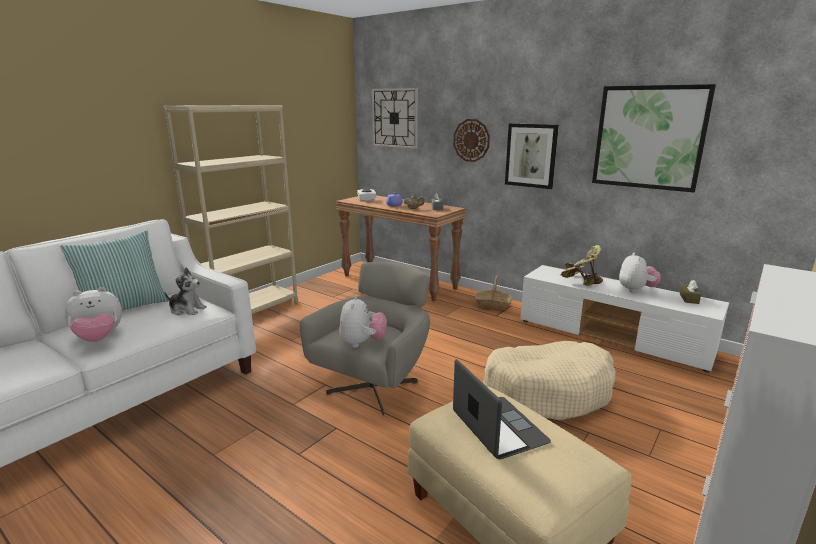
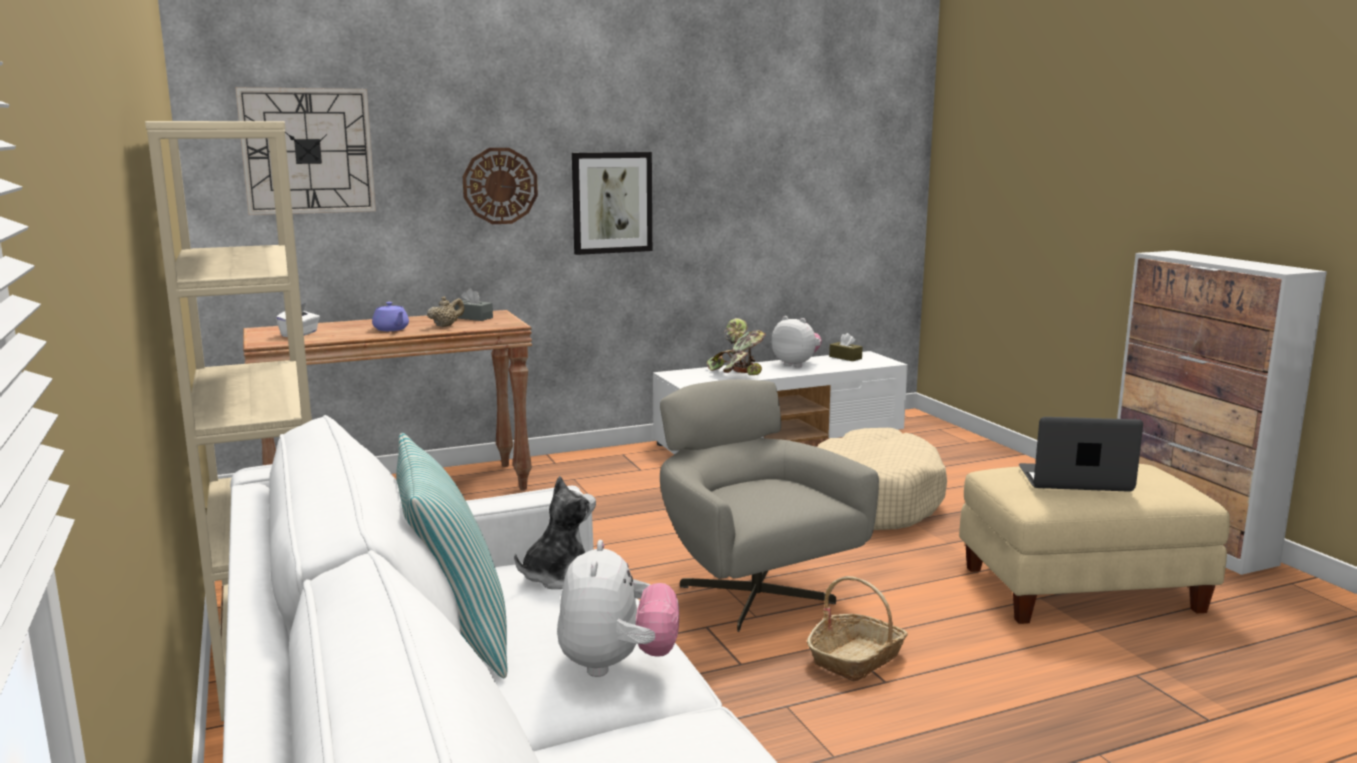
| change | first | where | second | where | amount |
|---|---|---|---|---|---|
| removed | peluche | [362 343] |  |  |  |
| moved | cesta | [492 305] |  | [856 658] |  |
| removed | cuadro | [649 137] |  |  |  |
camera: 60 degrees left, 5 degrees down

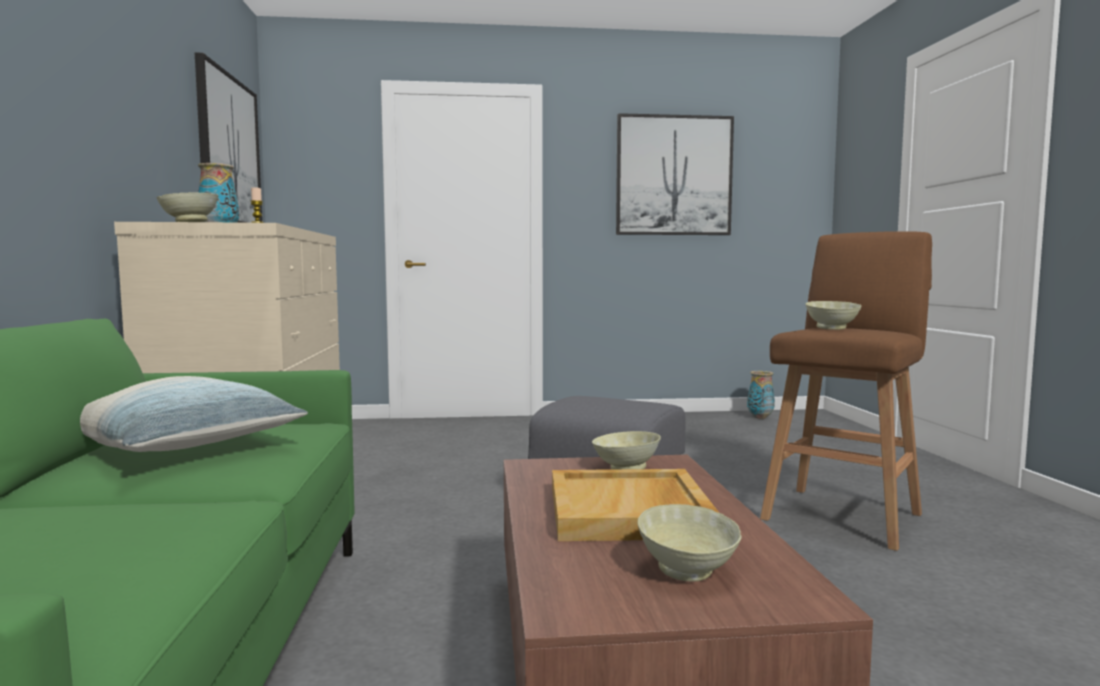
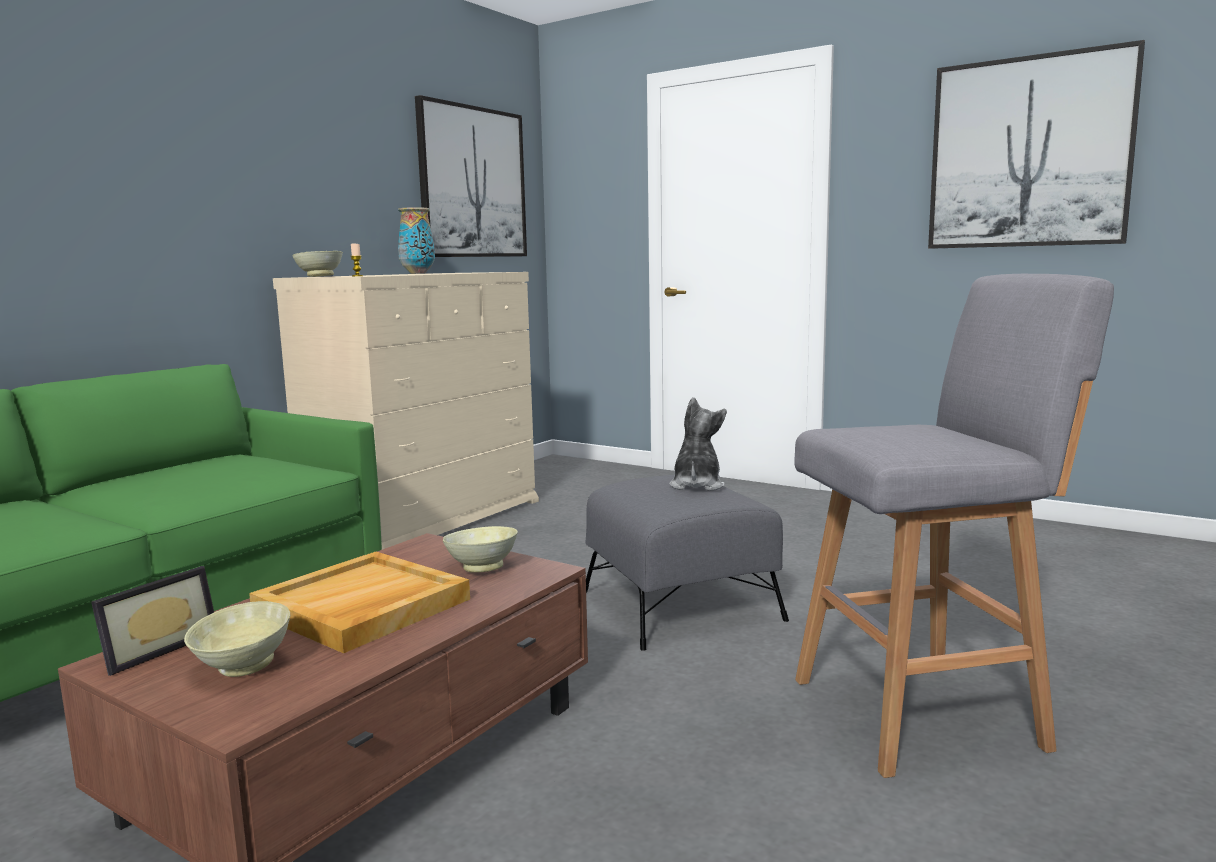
| change | first | where | second | where | amount |
|---|---|---|---|---|---|
| removed | cojín | [189 448] |  |  |  |
| removed | florero | [760 417] |  |  |  |
| recoloured | taburete (marrón) | [843 515] | taburete (gris) | [923 712] |  |
| removed | cuenco (beis) | [831 328] |  |  |  |
| added |  |  | portarretratos | [156 649] |  |
| added |  |  | peluche | [696 485] |  |
camera: 40 degrees right, 5 degrees up

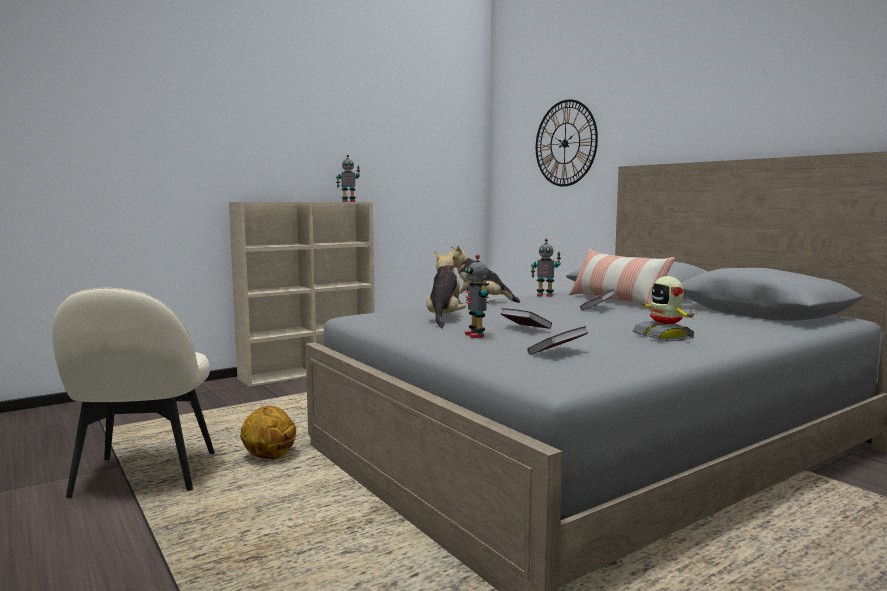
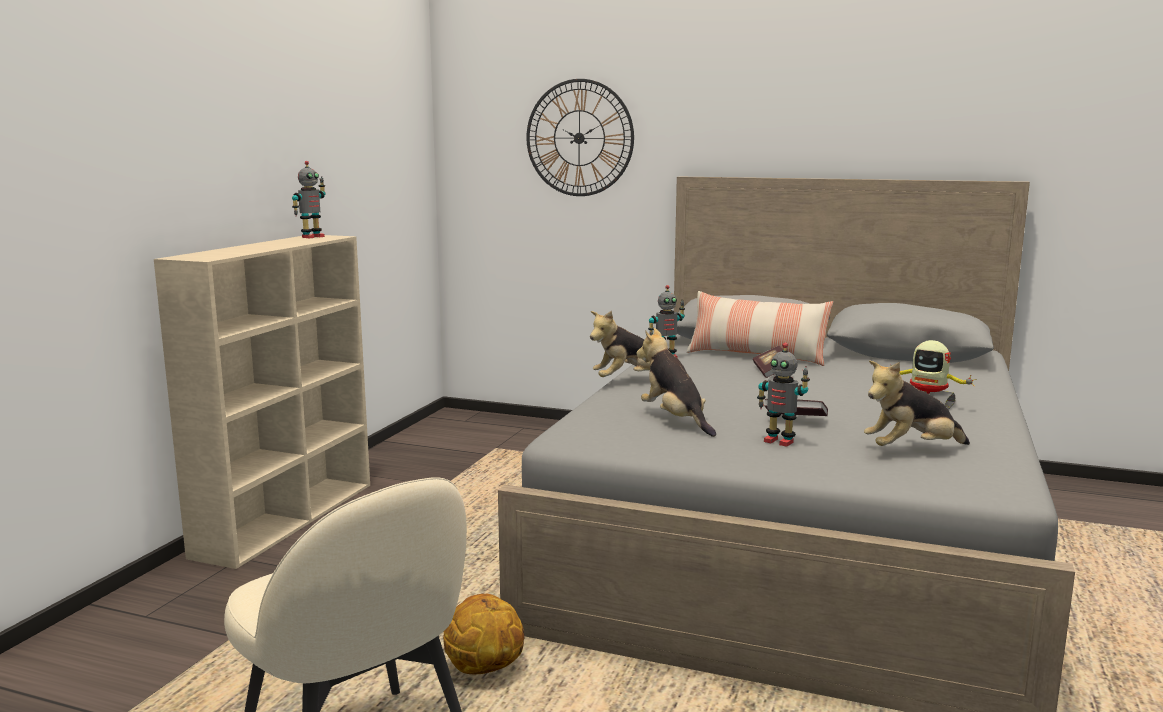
| change | first | where | second | where | amount |
|---|---|---|---|---|---|
| replaced | libro | [557 353] | peluche | [911 450] |  |
camera: 35 degrees left, 5 degrees up

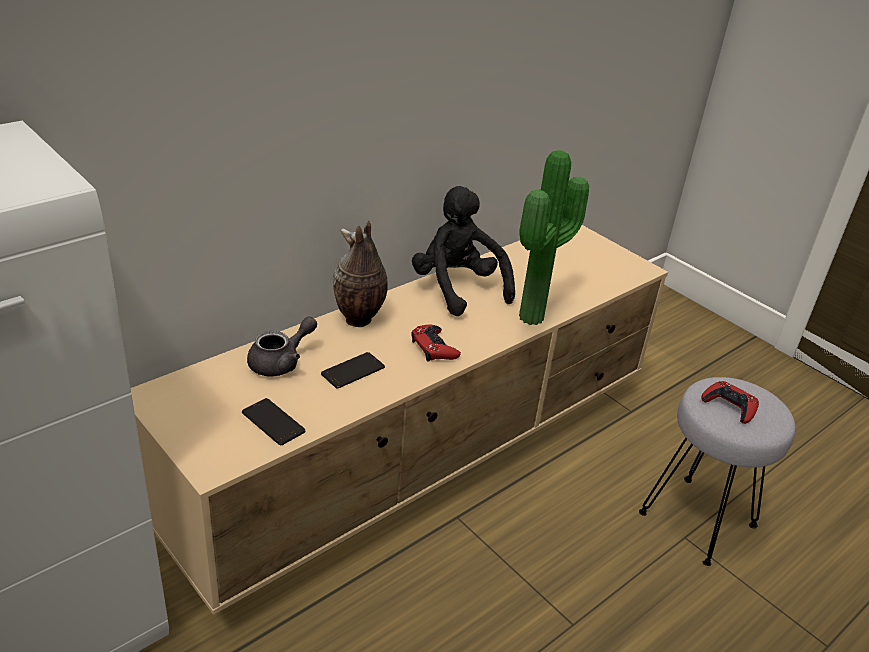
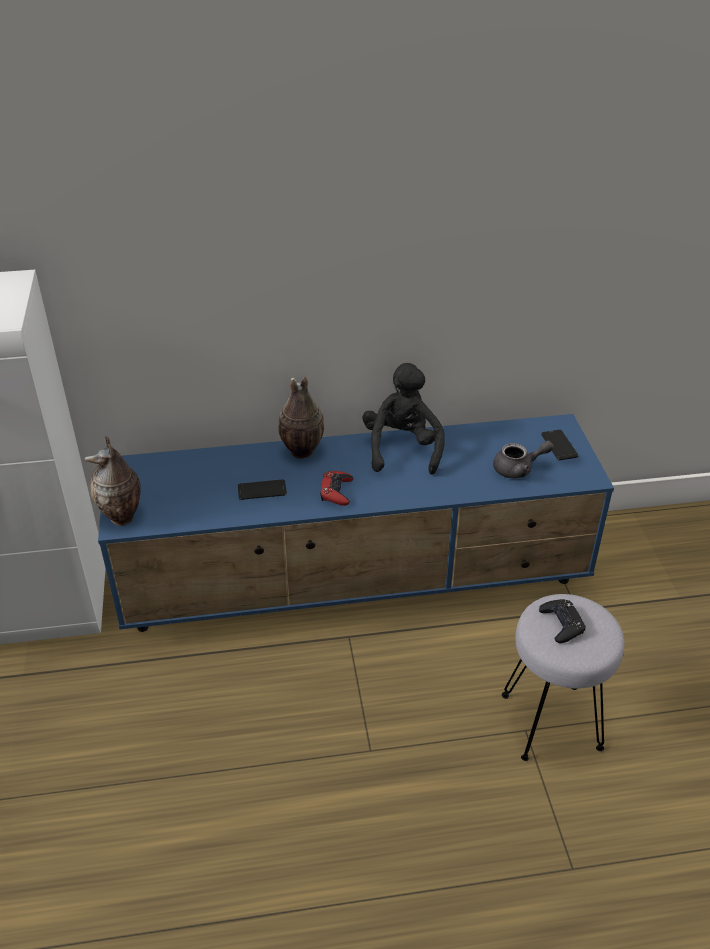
| change | first | where | second | where | amount |
|---|---|---|---|---|---|
| recoloured | mueble de televisión (beis) | [423 461] | mueble de televisión (azul) | [357 585] |  |
| moved | móvil | [273 422] |  | [559 445] |  |
| moved | tetera (gris) | [281 362] |  | [519 469] |  |
| removed | planta en maceta | [536 319] |  |  |  |
| recoloured | mando de consola (rojo) | [729 406] | mando de consola (negro) | [561 624] |  |
| added |  |  | florero | [122 518] |  |
camera: 35 degrees right, 5 degrees up

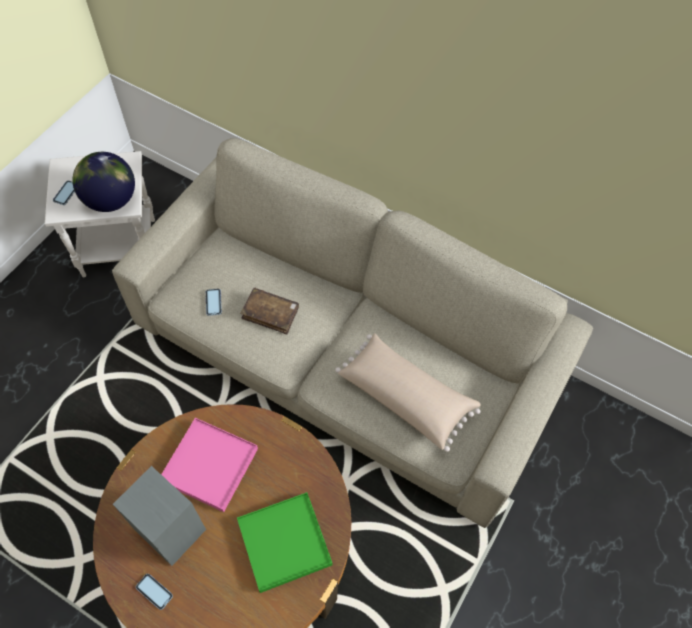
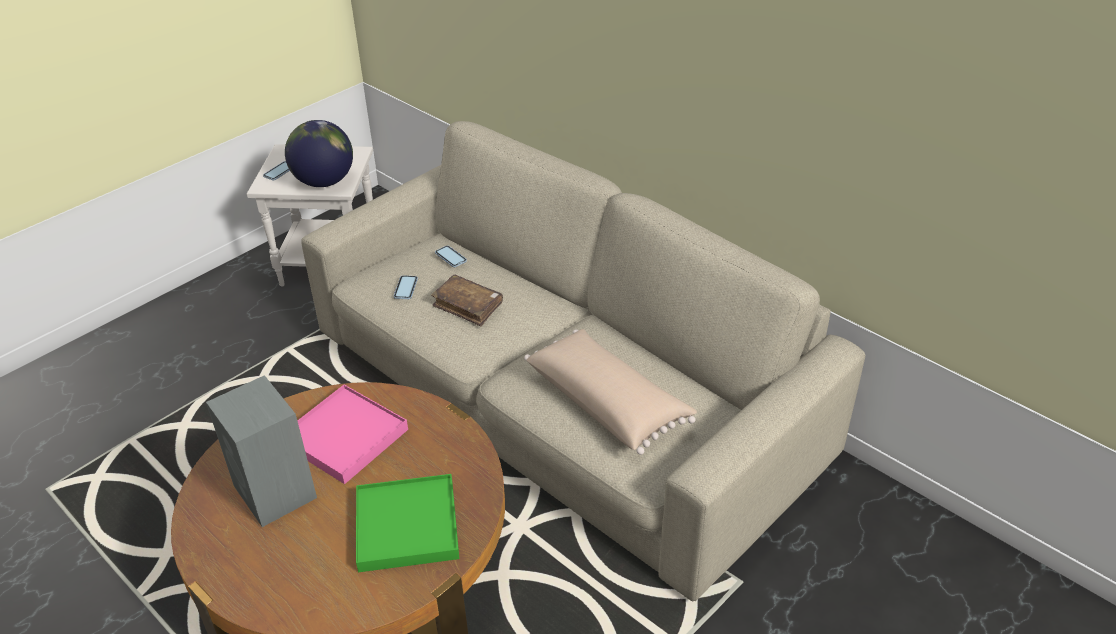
| change | first | where | second | where | amount |
|---|---|---|---|---|---|
| moved | móvil | [154 591] |  | [450 257] |  |
camera: 15 degrees right, 20 degrees down

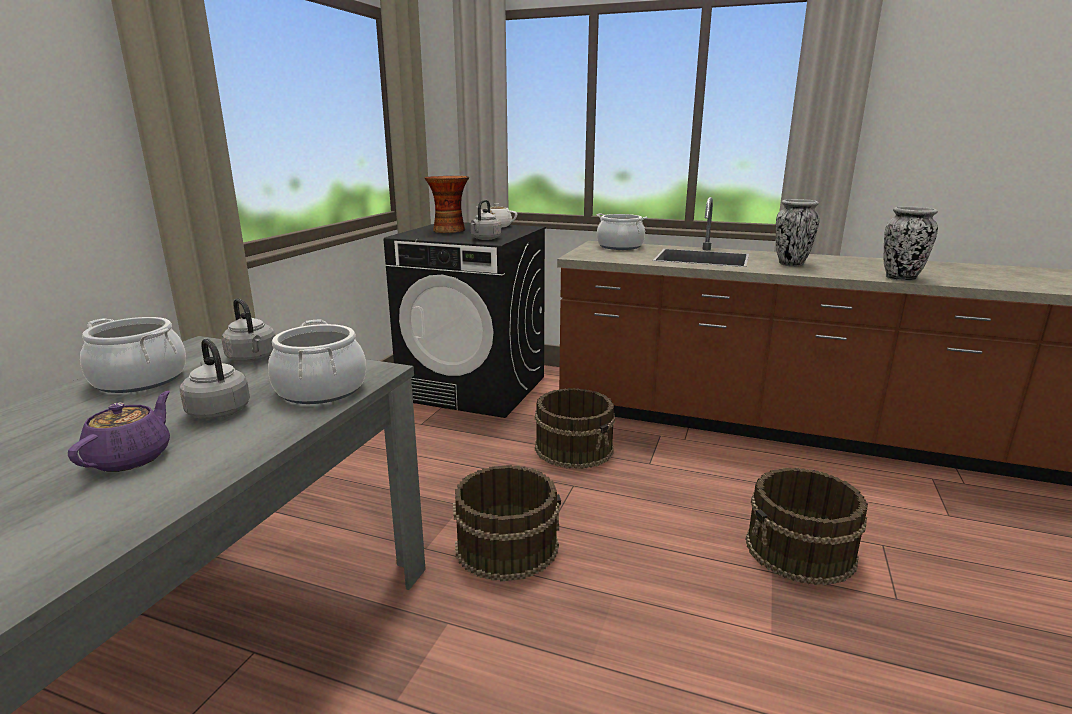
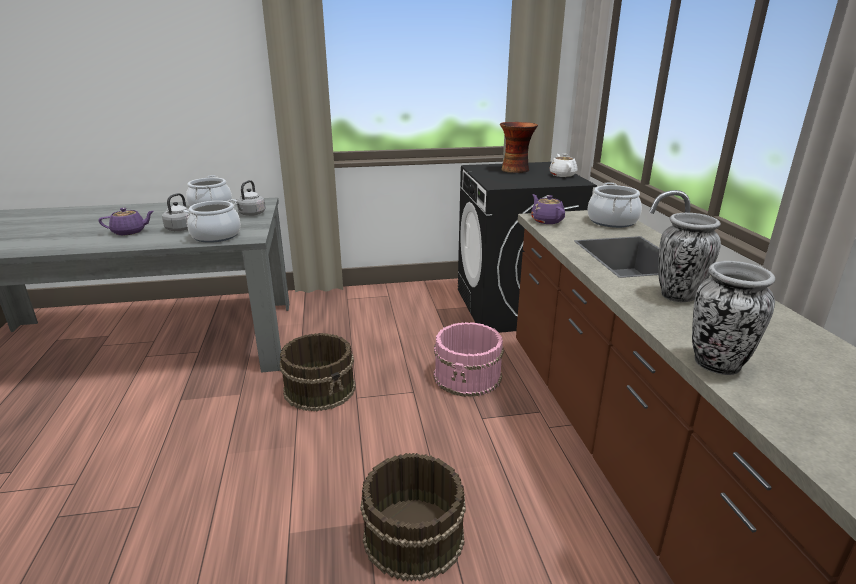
| change | first | where | second | where | amount |
|---|---|---|---|---|---|
| removed | hervidor (gris) | [485 239] |  |  |  |
| recoloured | cubo (marrón) | [574 448] | cubo (rosa) | [468 376] |  |
| added |  |  | tetera (morado) | [546 220] |  |
camera: 60 degrees right, 5 degrees up

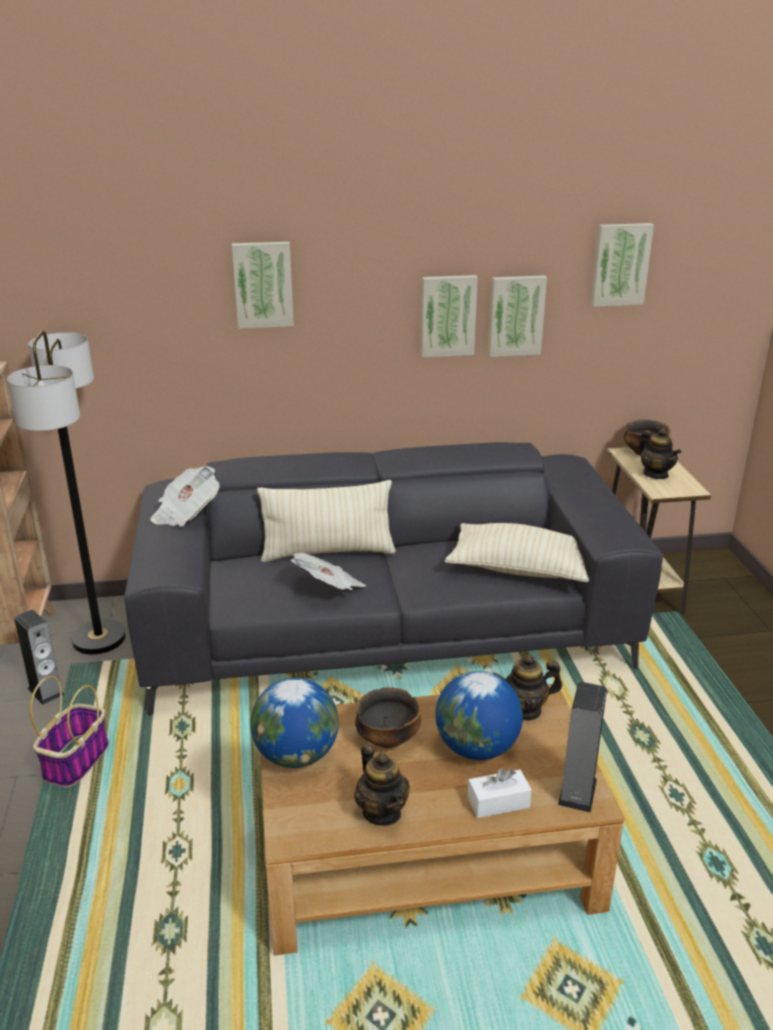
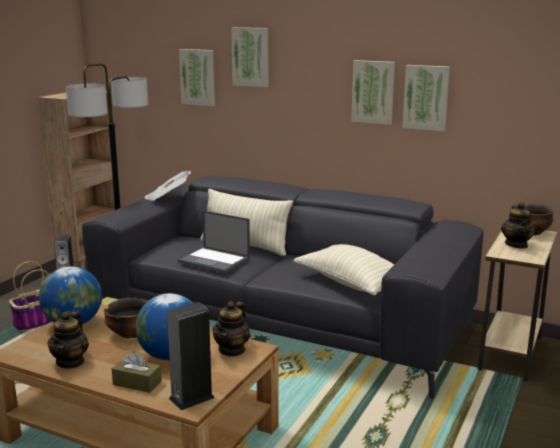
| change | first | where | second | where | amount |
|---|---|---|---|---|---|
| replaced | periódico | [329 588] | portátil | [215 260] |  |
| recoloured | caja de pañuelos (blanco) | [498 802] | caja de pañuelos (marrón) | [137 383] |  |
| turned | tetera | [524 710] |  | [232 350] | 90 degrees counterclockwise |
| moved | cuadro | [620 264] |  | [198 77] |  |
camera: 35 degrees right, 10 degrees down

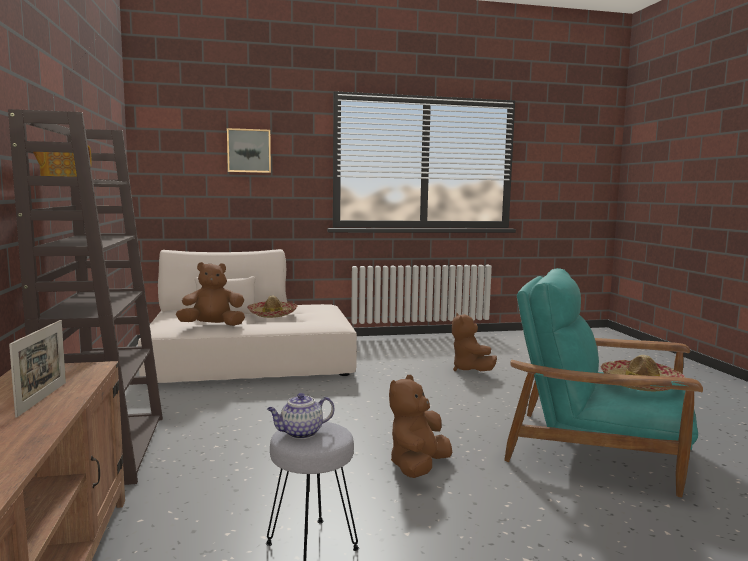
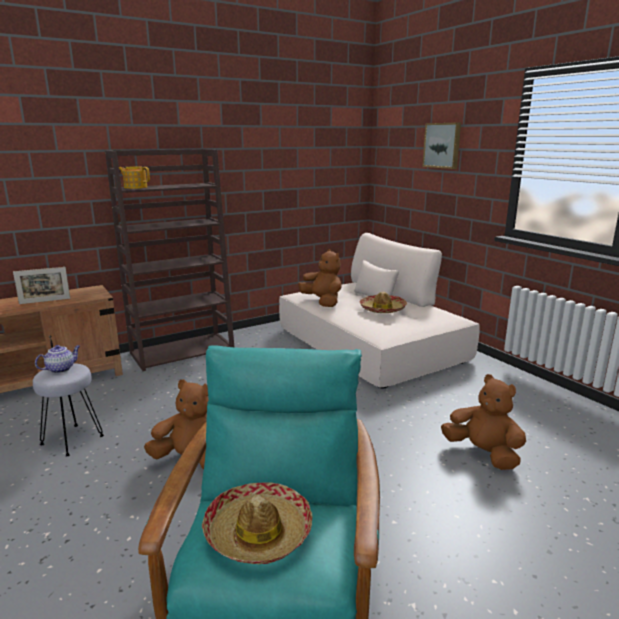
| change | first | where | second | where | amount |
|---|---|---|---|---|---|
| turned | tetera | [300 433] |  | [61 369] | 90 degrees clockwise |
| turned | peluche (marrón) | [470 370] |  | [483 453] | 75 degrees clockwise |
camera: 70 degrees right, 10 degrees up

